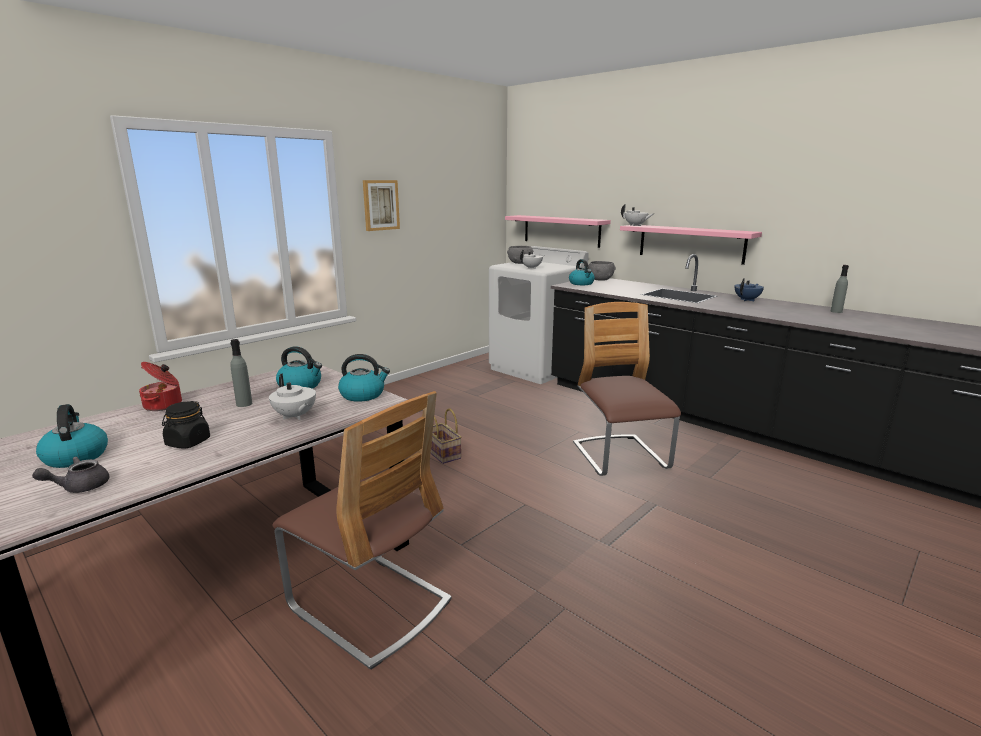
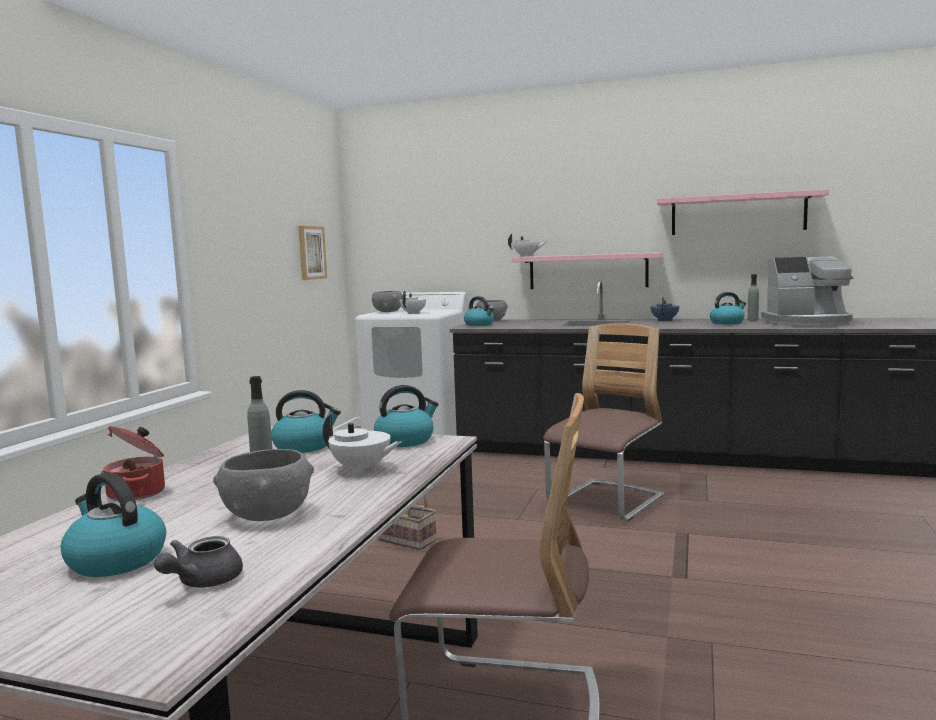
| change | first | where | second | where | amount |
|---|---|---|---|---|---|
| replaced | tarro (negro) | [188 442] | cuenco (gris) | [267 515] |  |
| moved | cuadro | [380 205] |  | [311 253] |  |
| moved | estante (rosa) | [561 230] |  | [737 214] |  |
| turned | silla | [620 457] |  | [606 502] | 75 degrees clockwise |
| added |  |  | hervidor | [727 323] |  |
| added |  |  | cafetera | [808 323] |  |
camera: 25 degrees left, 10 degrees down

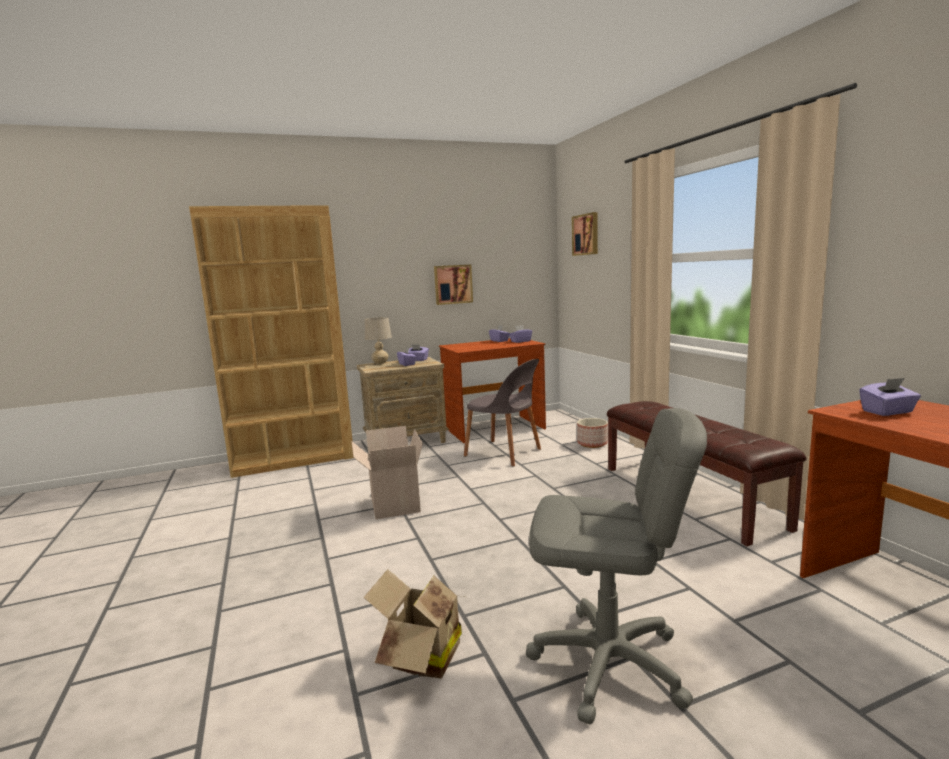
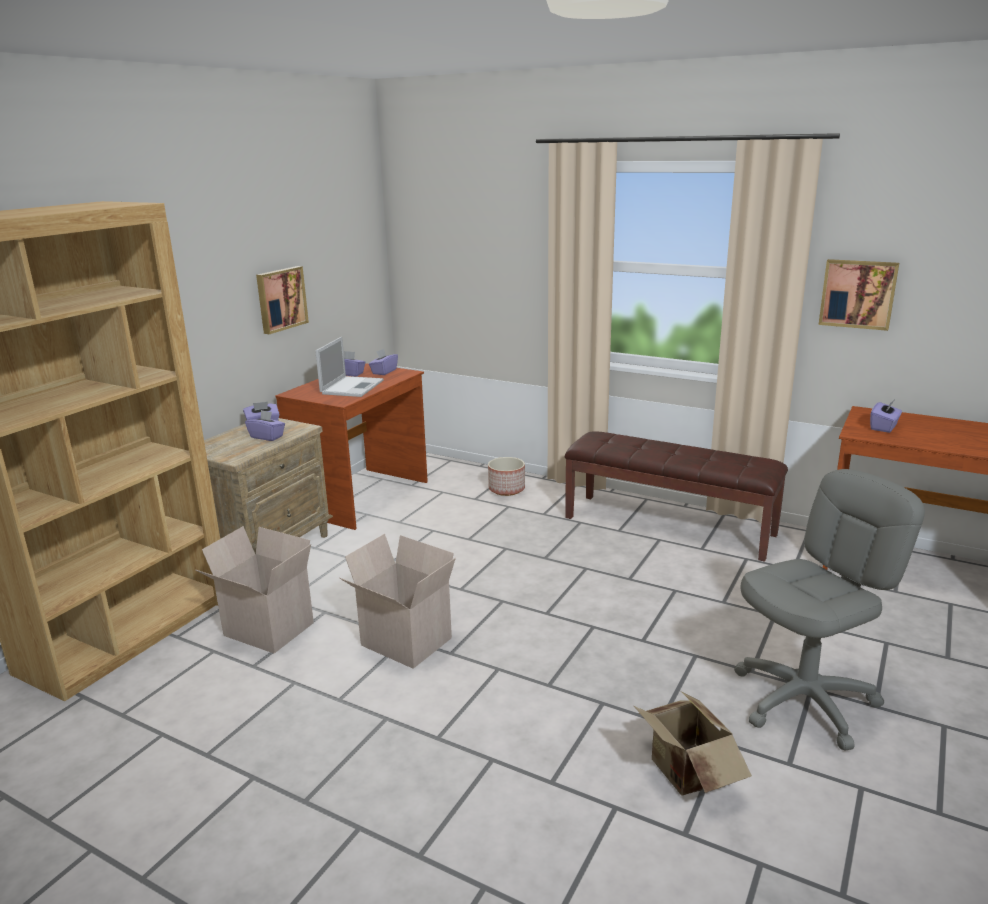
| change | first | where | second | where | amount |
|---|---|---|---|---|---|
| removed | lámpara de mesa (beis) | [380 363] |  |  |  |
| removed | silla (gris) | [504 453] |  |  |  |
| moved | cuadro | [586 234] |  | [858 294] |  |
| added |  |  | caja de cartón | [266 630] |  |
| added |  |  | portátil | [352 387] |  |
camera: 40 degrees left, 10 degrees up

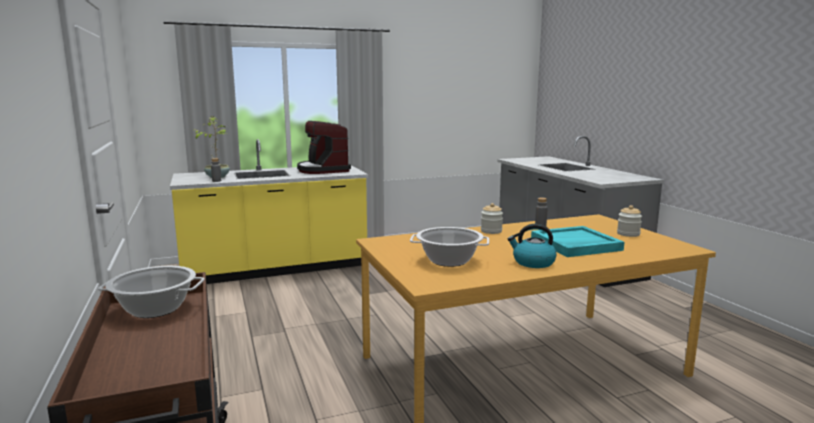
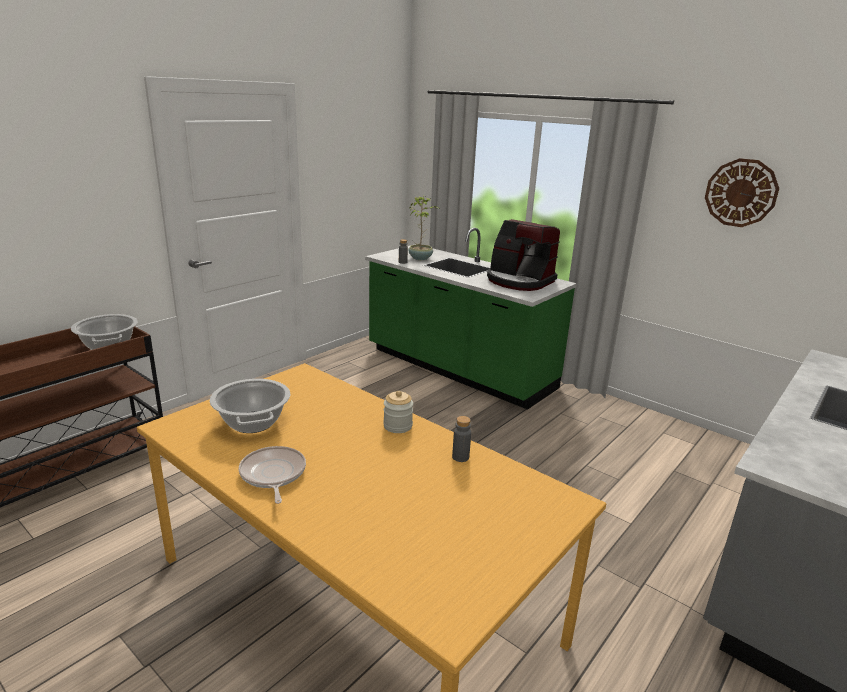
| change | first | where | second | where | amount |
|---|---|---|---|---|---|
| recoloured | mueble bajo de cocina (amarillo) | [276 268] | mueble bajo de cocina (verde) | [458 369] |  |
| turned | cafetera | [323 170] |  | [519 281] | 90 degrees counterclockwise |
| replaced | hervidor | [533 262] | sartén | [273 475] |  |
| removed | bandeja (turquesa) | [575 245] |  |  |  |
| removed | tarro | [628 234] |  |  |  |
| added |  |  | reloj de pared | [741 193] |  |
camera: 60 degrees right, 10 degrees up

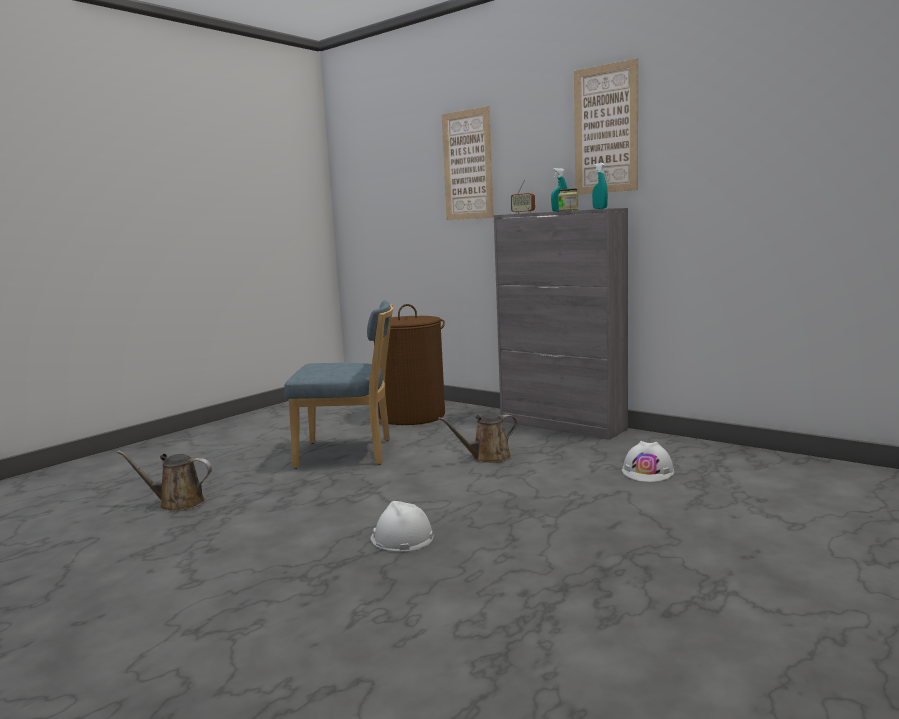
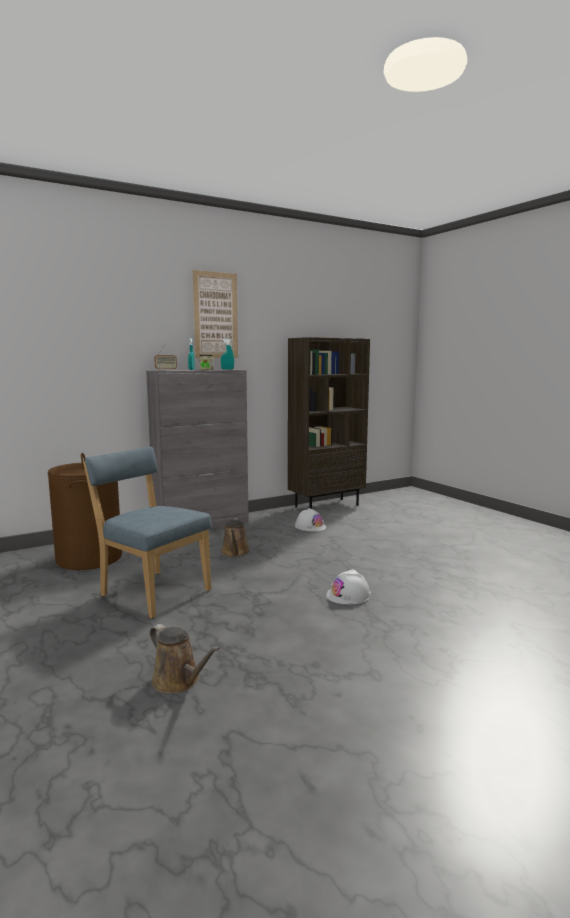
| change | first | where | second | where | amount |
|---|---|---|---|---|---|
| turned | regadera (marrón) | [177 503] |  | [179 681] | 75 degrees counterclockwise |
| turned | silla (azul) | [350 453] |  | [152 592] | 75 degrees counterclockwise |
| removed | cuadro | [467 165] |  |  |  |
| added |  |  | estantería (marrón) | [326 506] |  |
camera: 70 degrees left, 0 degrees up

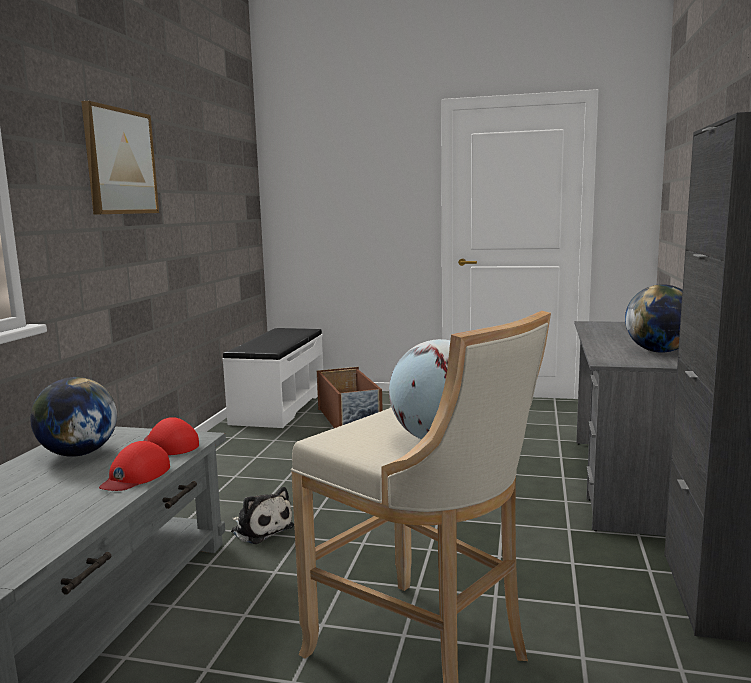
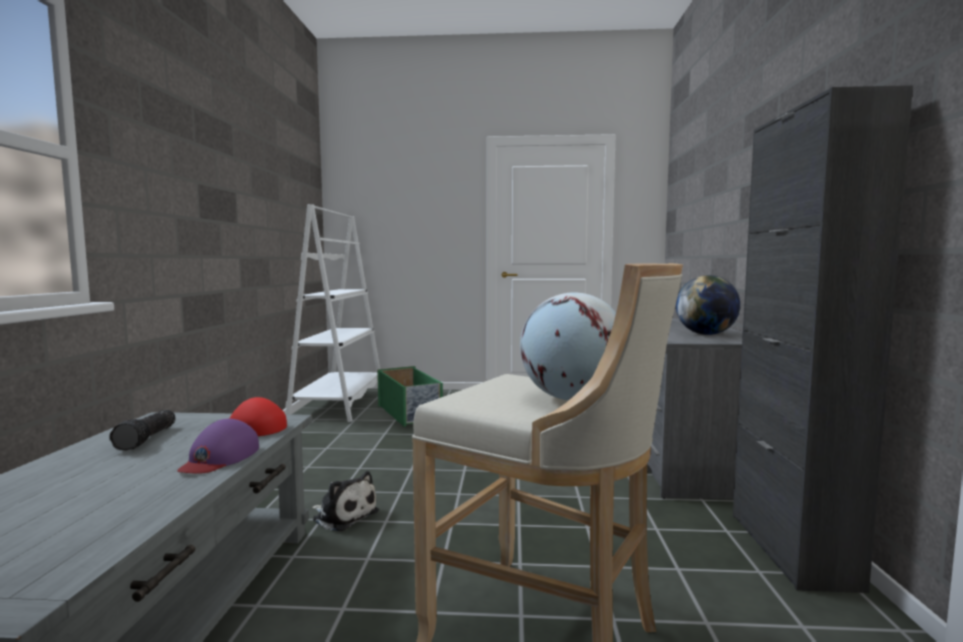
| change | first | where | second | where | amount |
|---|---|---|---|---|---|
| replaced | globo terráqueo | [79 453] | linterna | [148 439] |  |
| removed | cuadro | [120 162] |  |  |  |
| recoloured | gorra (rojo) | [135 476] | gorra (morado) | [220 457] |  |
| replaced | banco (blanco) | [278 406] | estantería (blanco) | [340 404] |  |
| recoloured | caja de almacenaje (marrón) | [350 420] | caja de almacenaje (verde) | [410 413] |  |
camera: 10 degrees left, 5 degrees down

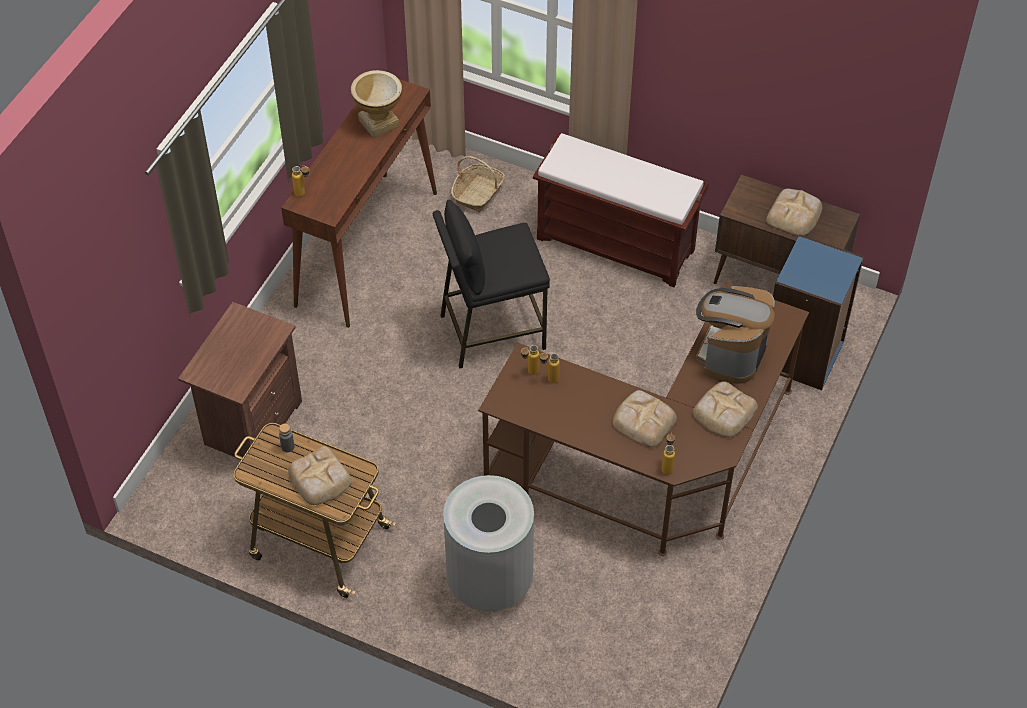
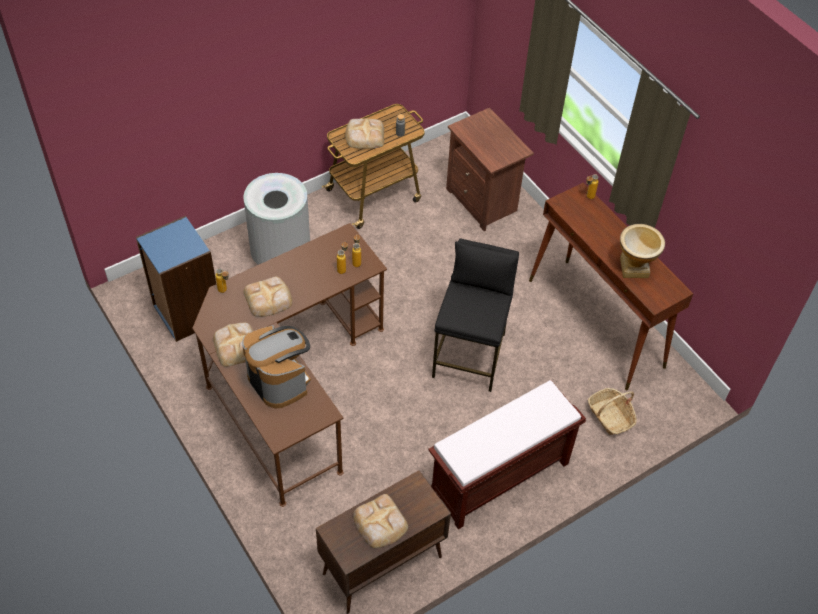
| change | first | where | second | where | amount |
|---|---|---|---|---|---|
| moved | estantería (azul) | [803 355] |  | [187 312] |  |
camera: 120 degrees right, 0 degrees up

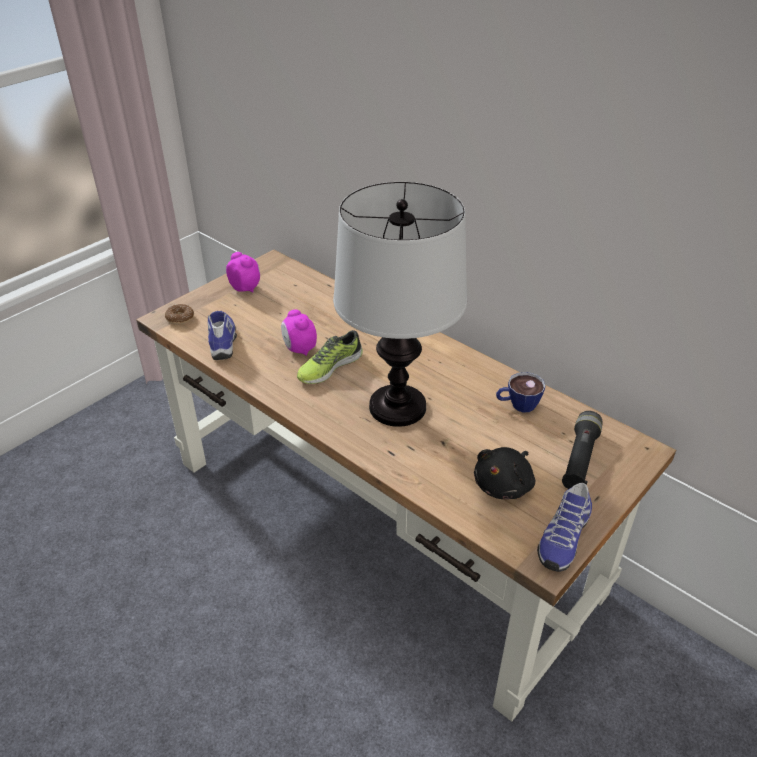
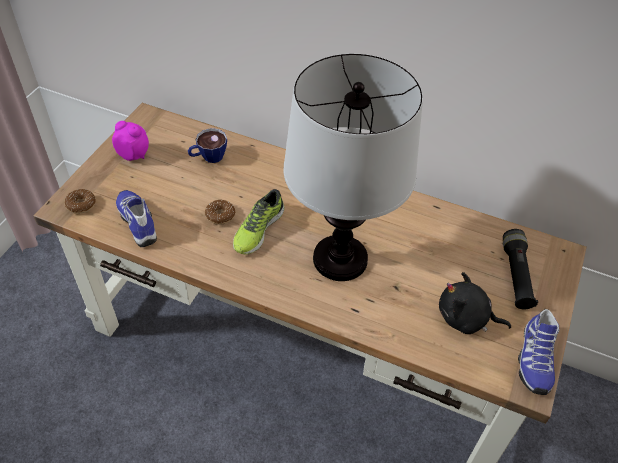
| change | first | where | second | where | amount |
|---|---|---|---|---|---|
| replaced | despertador | [299 349] | rosquilla | [220 215] |  |
| turned | peluche (negro) | [504 485] |  | [466 318] | 90 degrees clockwise |
| moved | taza | [517 405] |  | [208 157] |  |
camera: 20 degrees left, 10 degrees up

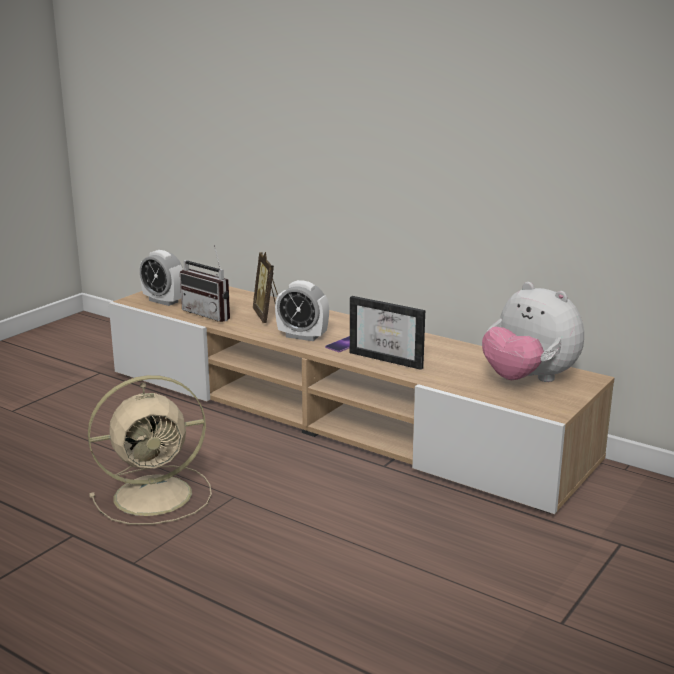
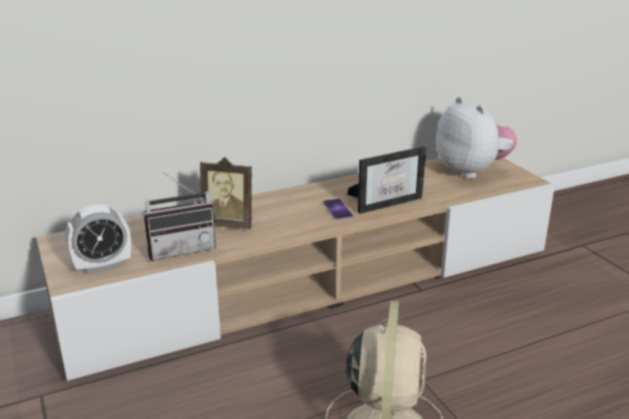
| change | first | where | second | where | amount |
|---|---|---|---|---|---|
| removed | despertador | [302 336] |  |  |  |
| turned | peluche | [529 380] |  | [471 171] | 105 degrees counterclockwise |
camera: 60 degrees left, 5 degrees up

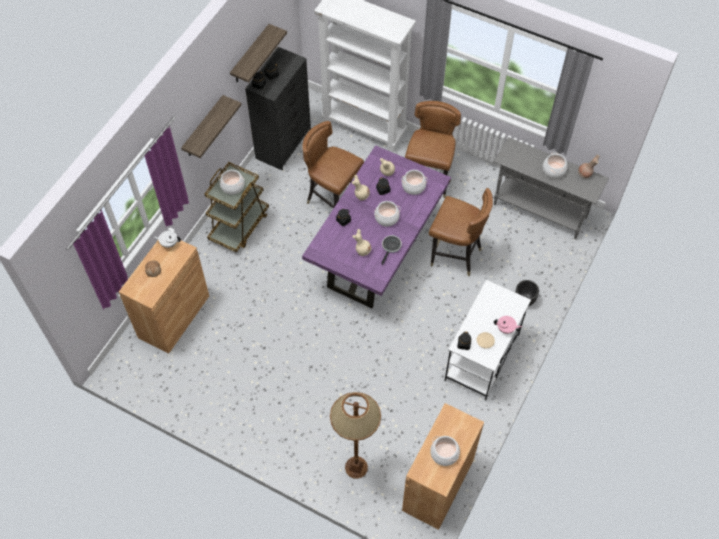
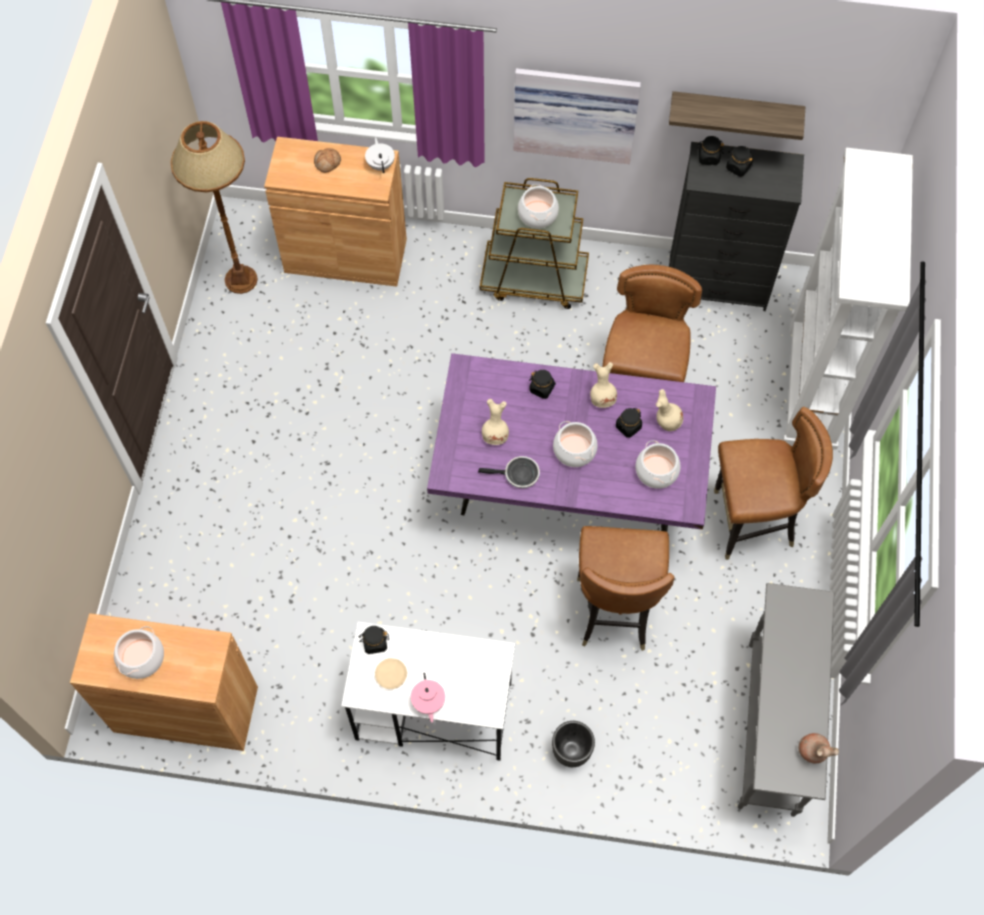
| change | first | where | second | where | amount |
|---|---|---|---|---|---|
| replaced | estante | [203 128] | cuadro | [575 112] |  |
| moved | lámpara de pie (marrón) | [356 467] |  | [240 279] |  |
| removed | olla | [554 170] |  |  |  |
camera: 70 degrees right, 5 degrees up

